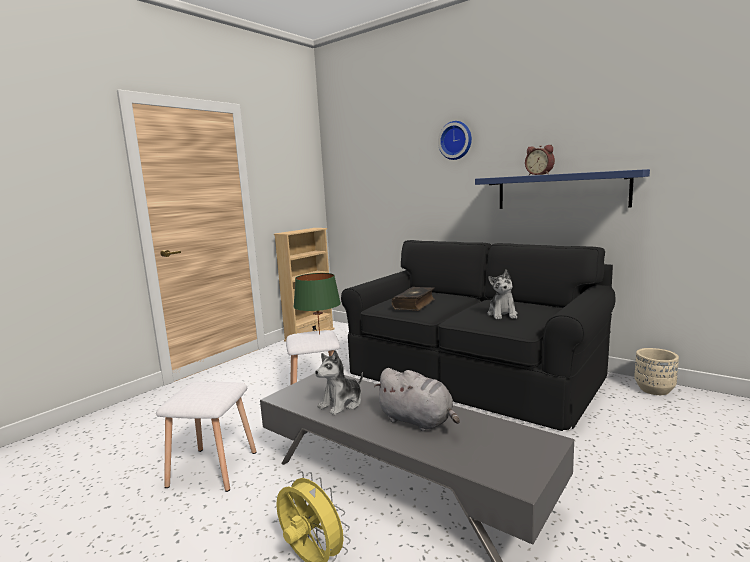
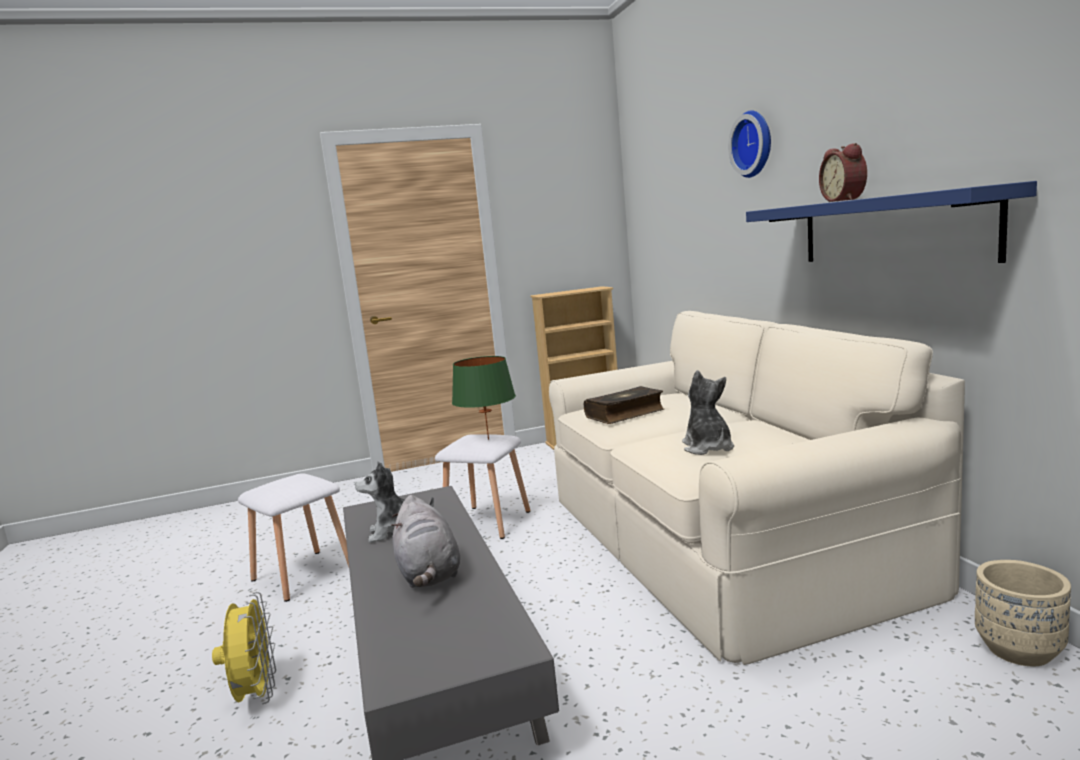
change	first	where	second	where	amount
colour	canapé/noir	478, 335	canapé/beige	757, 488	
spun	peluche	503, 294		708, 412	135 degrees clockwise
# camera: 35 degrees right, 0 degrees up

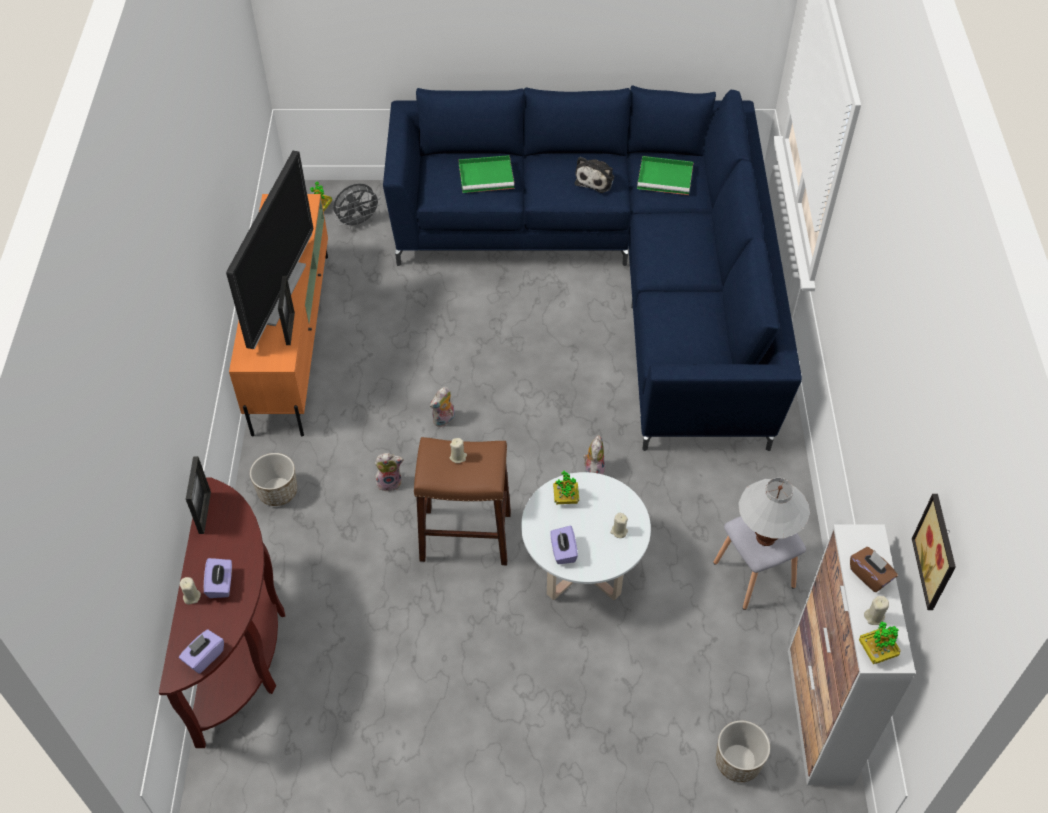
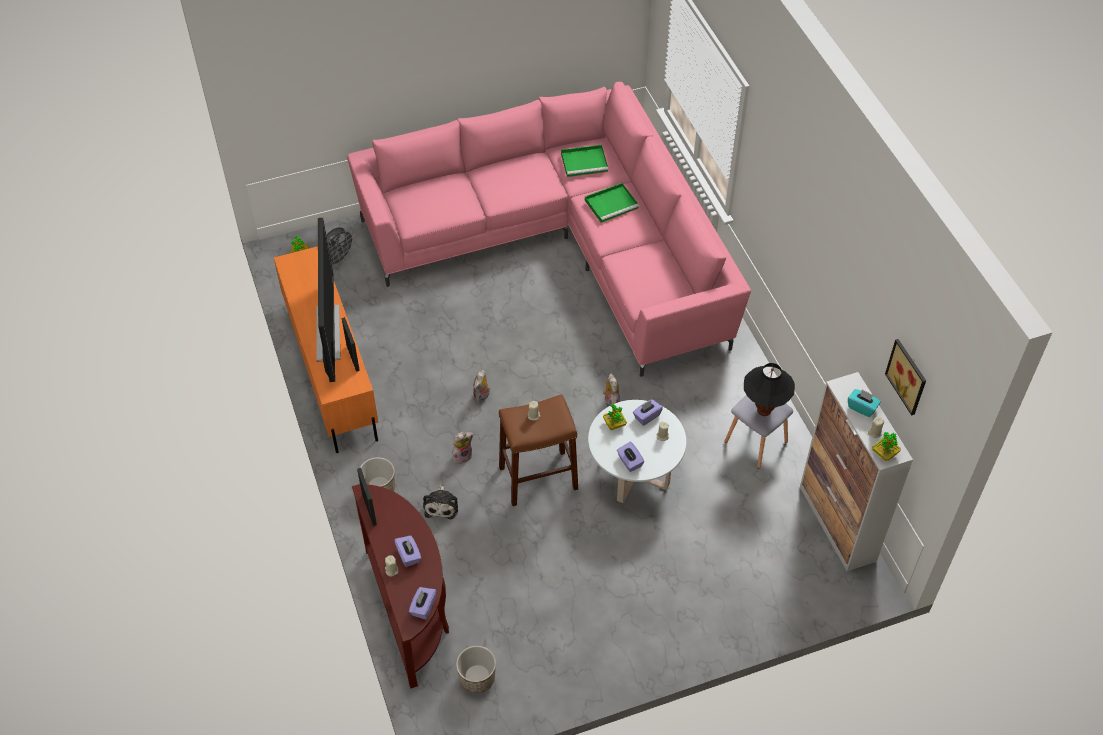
change	first	where	second	where	amount
colour	canapé/bleu	592, 268	canapé/rose	549, 229	
relocated	peluche	594, 175		440, 501	
relocated	cache-pot	743, 751		476, 669	
relocated	plateau/vert	486, 174		612, 203	
appeared			boîte à mouchoirs/violet	648, 412	
colour	lampe de table/blanc	774, 512	lampe de table/noir	769, 389	
colour	boîte à mouchoirs/marron	874, 569	boîte à mouchoirs/turquoise	864, 403	
# camera: 20 degrees left, 0 degrees up

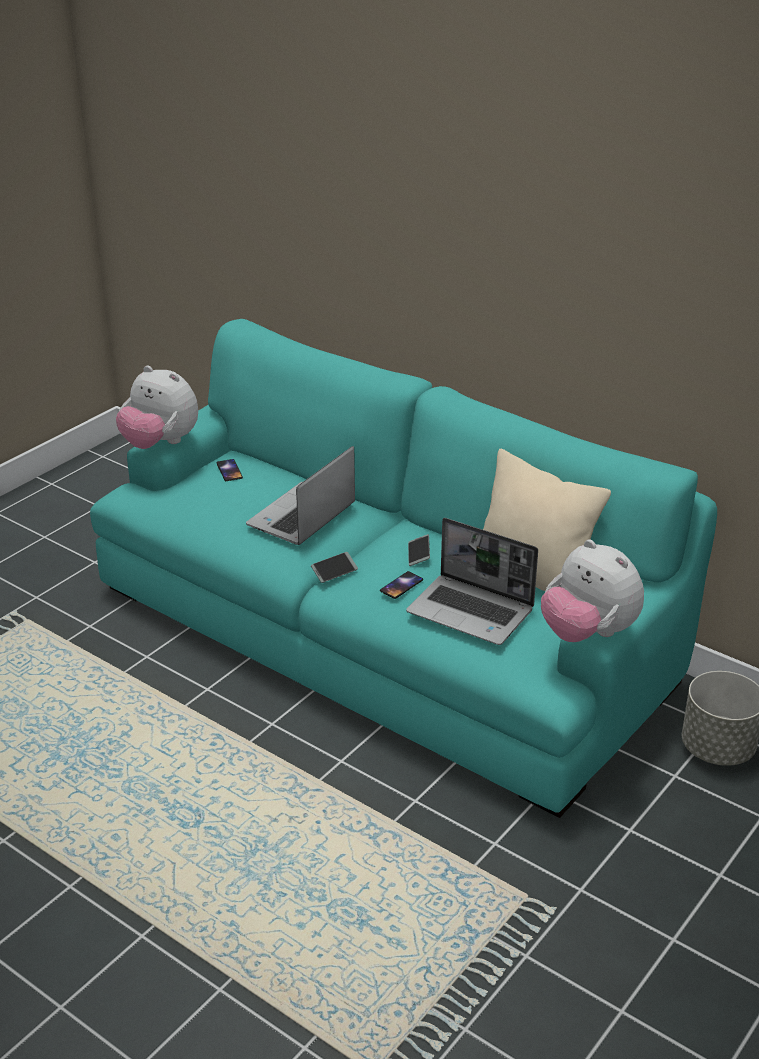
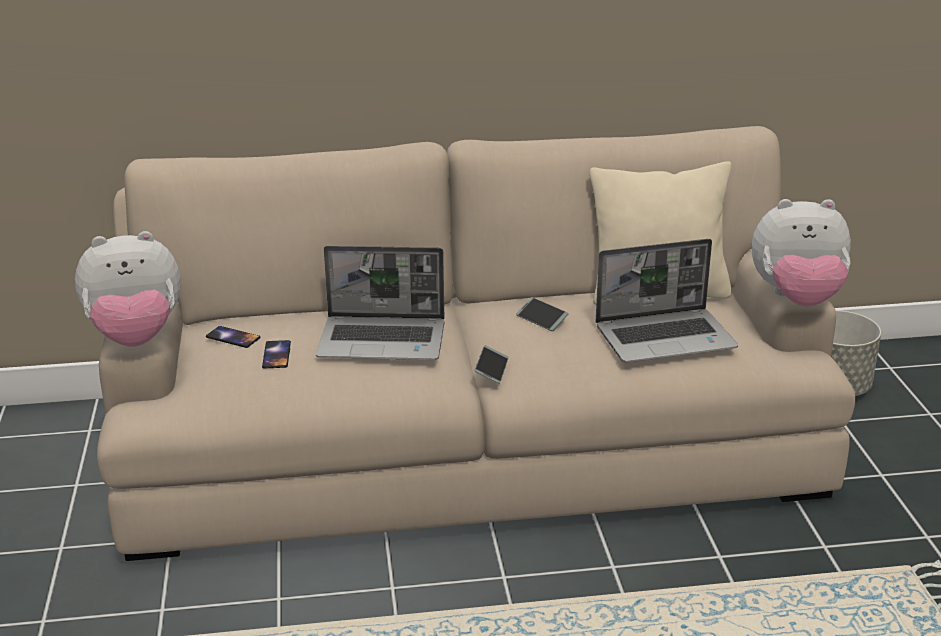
change	first	where	second	where	amount
colour	canapé/turquoise	403, 568	canapé/beige	476, 343	
relocated	téléphone	401, 585		276, 354	
spun	ordinateur portable	300, 495		380, 303	75 degrees counterclockwise
# camera: 45 degrees left, 5 degrees down

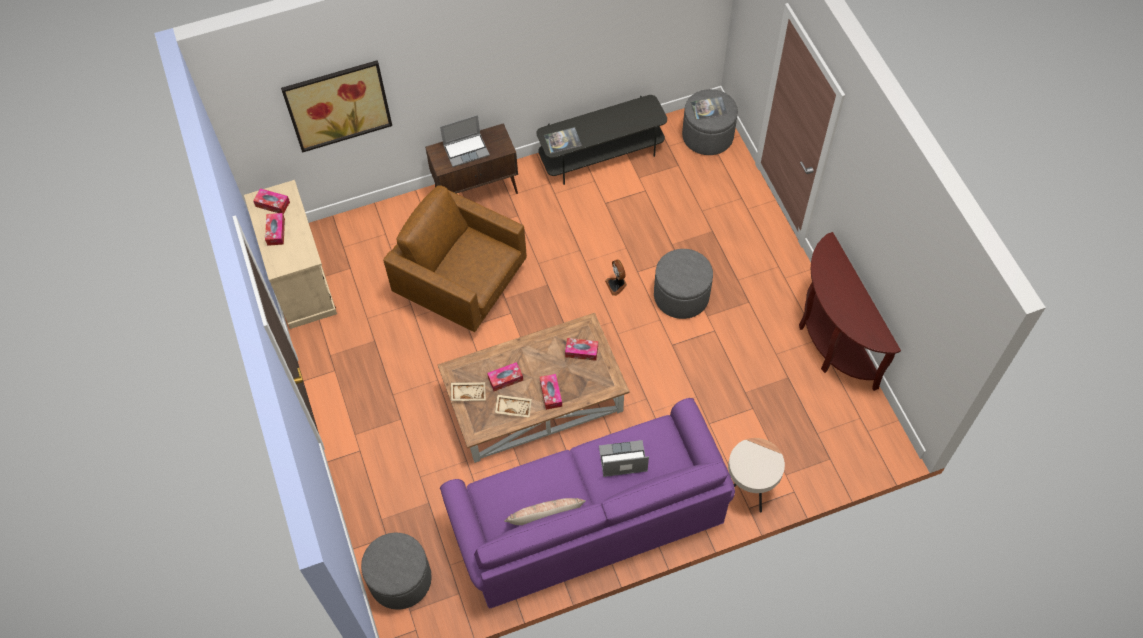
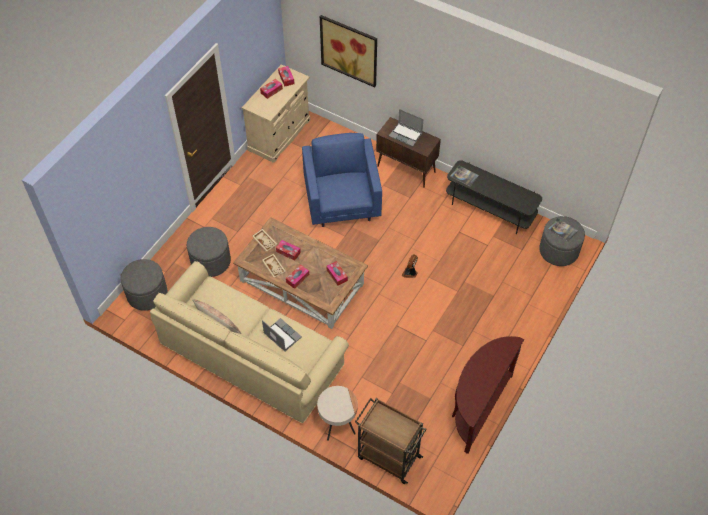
change	first	where	second	where	amount
colour	canapé/violet	587, 503	canapé/beige	249, 342	
relocated	pouf/gris	683, 284		209, 252	
colour	fauteuil/marron	455, 259	fauteuil/bleu	342, 180	
appeared			chariot/marron	391, 441	
# camera: 50 degrees right, 5 degrees down

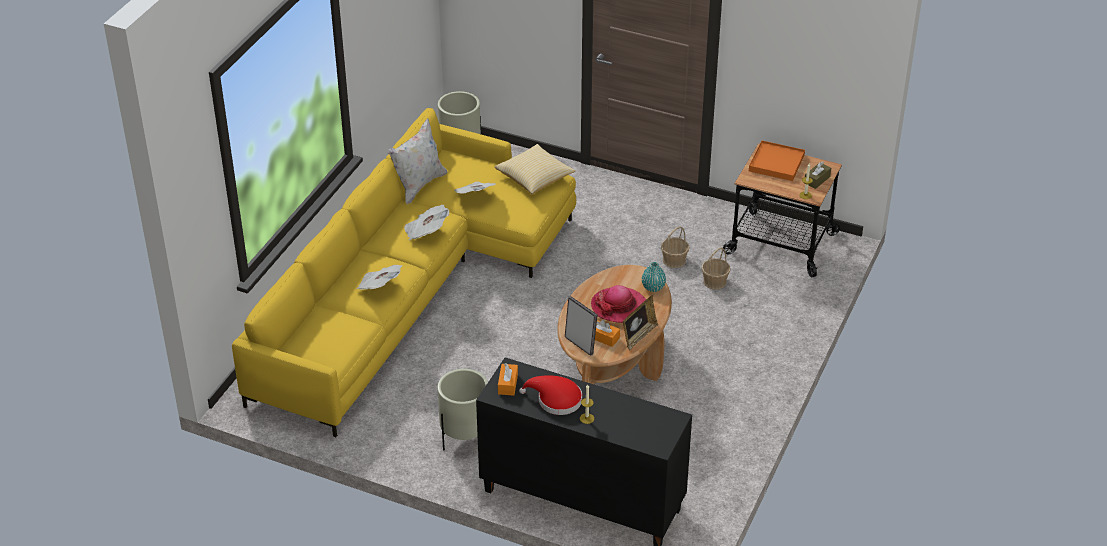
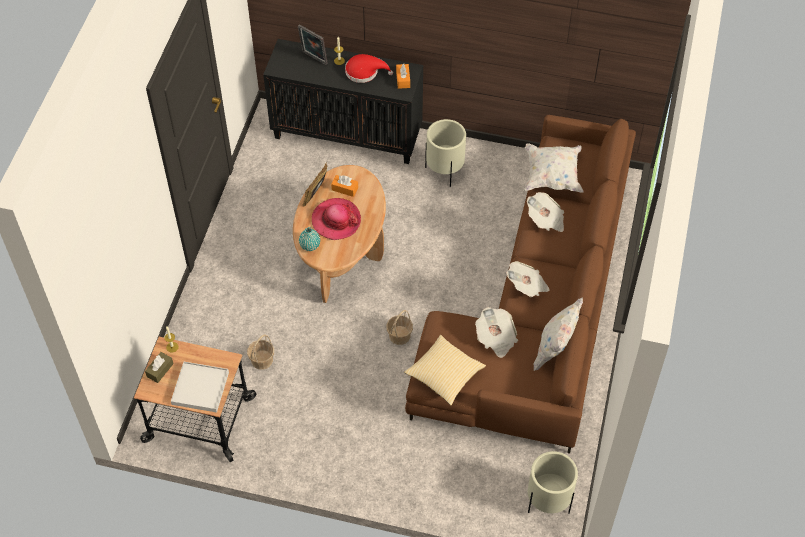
change	first	where	second	where	amount
colour	plateau/orange	777, 160	plateau/blanc	200, 387	
relocated	cadre photo	581, 326		313, 44	
relocated	panier	675, 247		399, 327	
colour	canapé/jaune	404, 272	canapé/marron	520, 284	
appeared			coussin/blanc	553, 168	
# camera: 170 degrees right, 15 degrees up

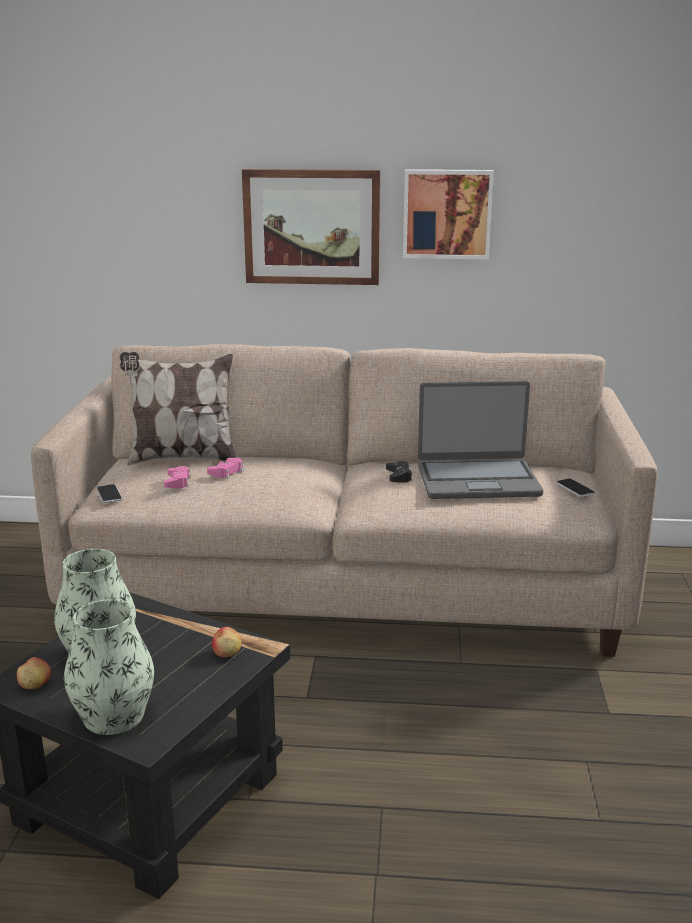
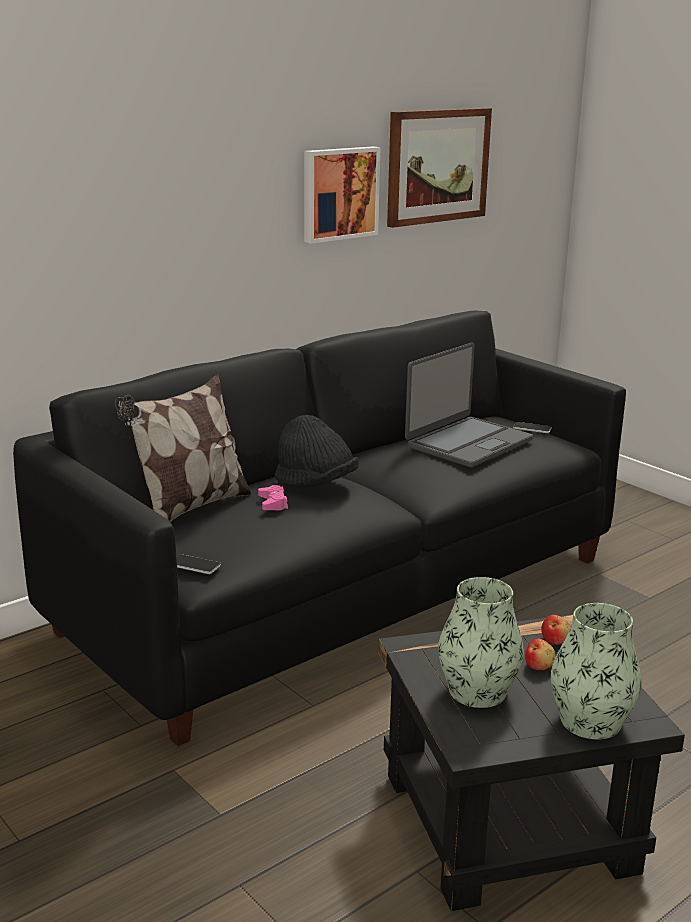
change	first	where	second	where	amount
colour	canapé/beige	344, 500	canapé/noir	319, 528	
appeared			chapeau/noir	317, 451	
relocated	tableau	311, 227		439, 168	
relocated	pomme	34, 673		540, 654	
missing	manette/rose	177, 477			
missing	manette/noir	399, 472			
# camera: 45 degrees left, 0 degrees up

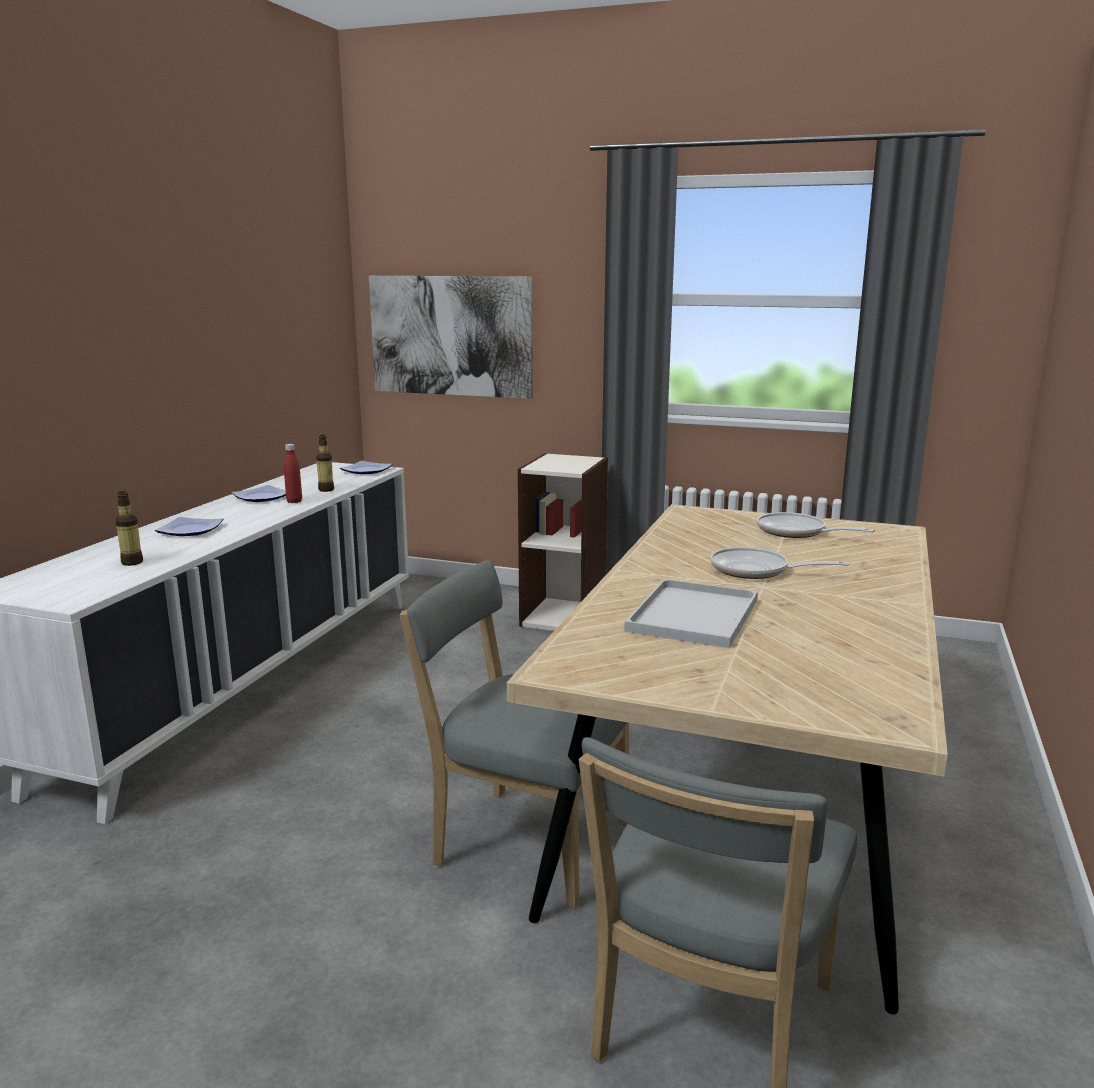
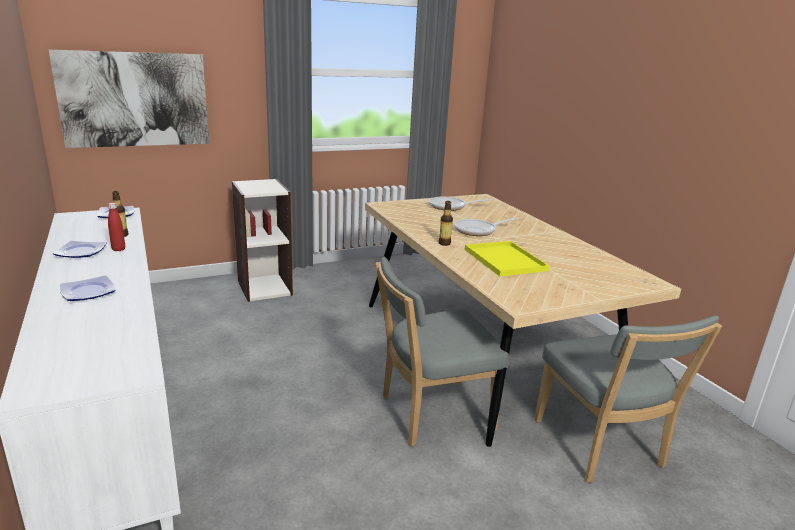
change	first	where	second	where	amount
relocated	bouteille	129, 528		446, 223	
colour	plateau/blanc	691, 613	plateau/jaune	507, 259	
# camera: 45 degrees left, 5 degrees up

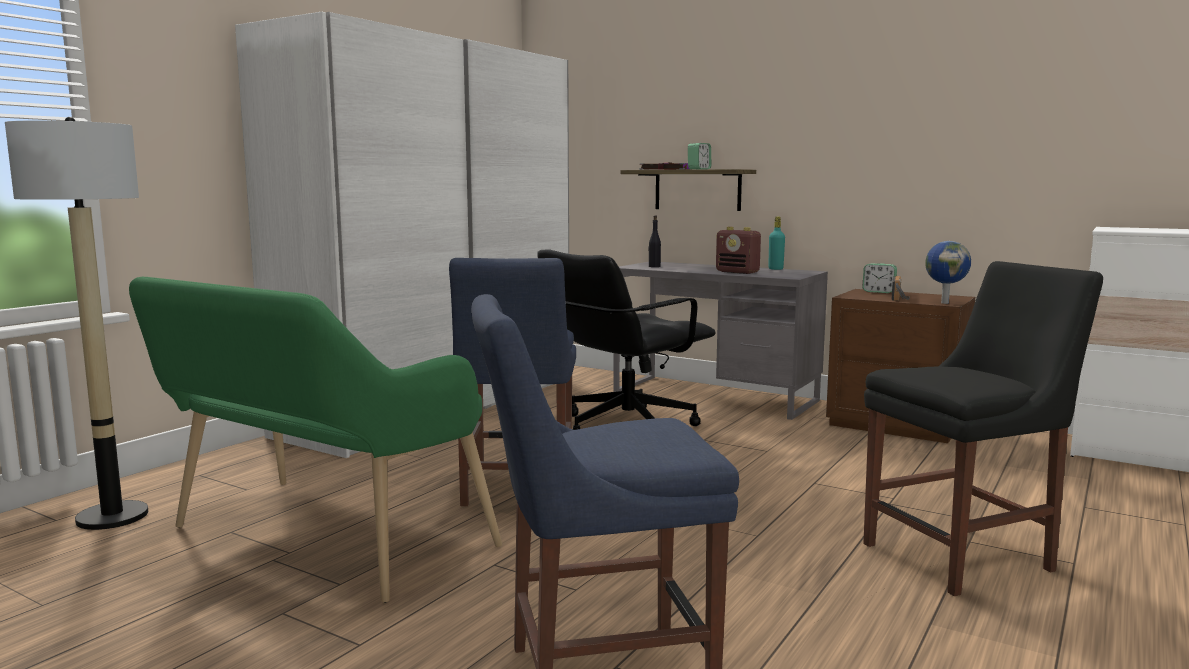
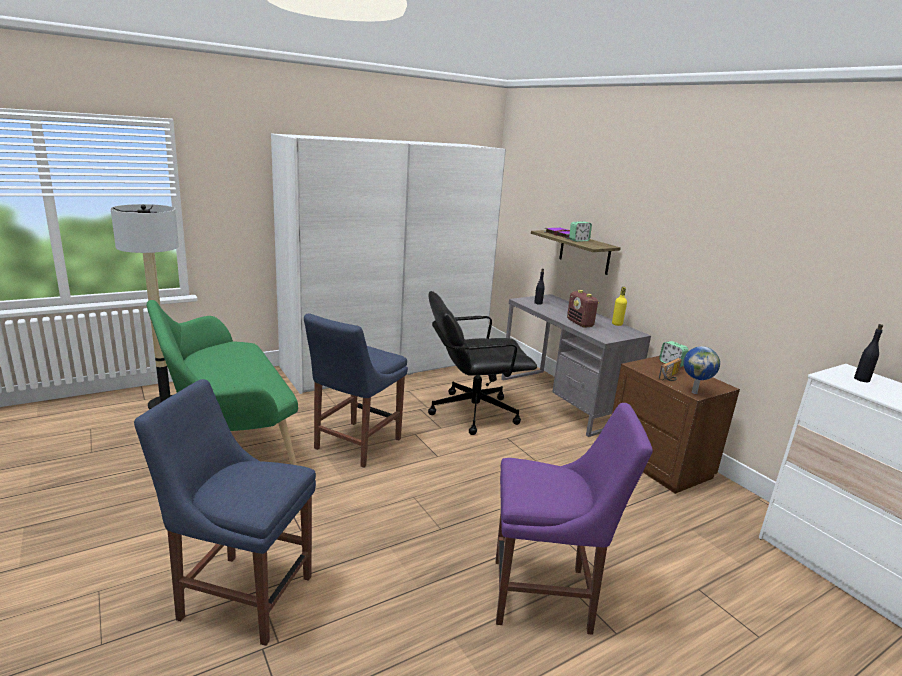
change	first	where	second	where	amount
colour	chaise/noir	983, 428	chaise/violet	574, 519	
colour	bouteille/turquoise	776, 243	bouteille/jaune	619, 306	
appeared			bouteille/noir	868, 353	
# camera: 25 degrees right, 10 degrees up

